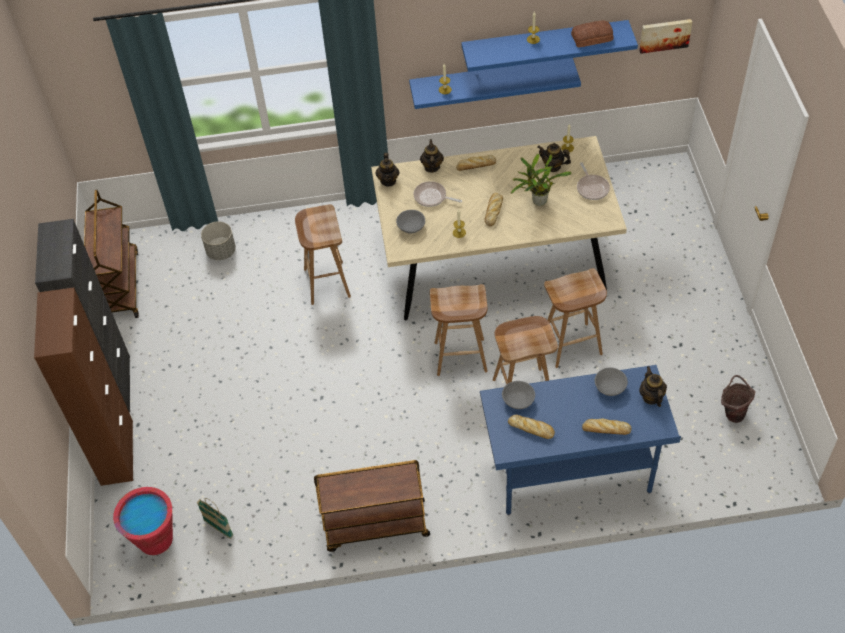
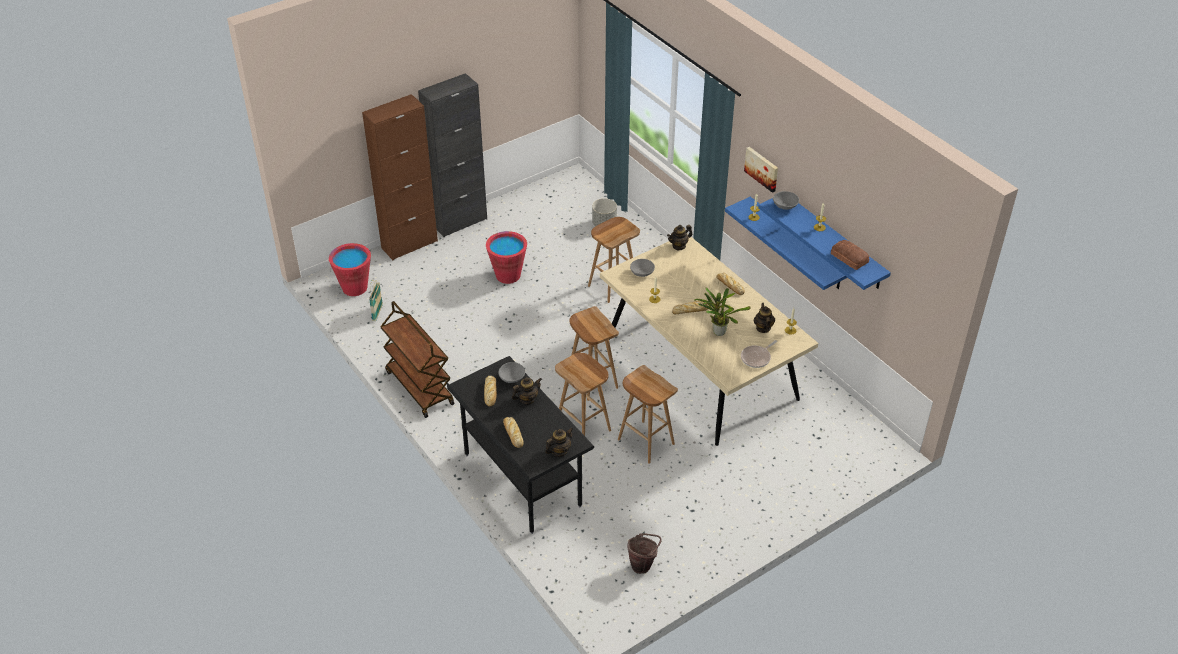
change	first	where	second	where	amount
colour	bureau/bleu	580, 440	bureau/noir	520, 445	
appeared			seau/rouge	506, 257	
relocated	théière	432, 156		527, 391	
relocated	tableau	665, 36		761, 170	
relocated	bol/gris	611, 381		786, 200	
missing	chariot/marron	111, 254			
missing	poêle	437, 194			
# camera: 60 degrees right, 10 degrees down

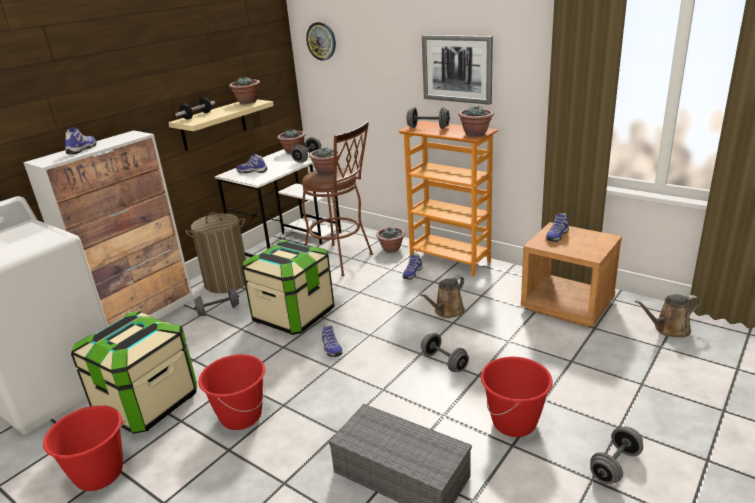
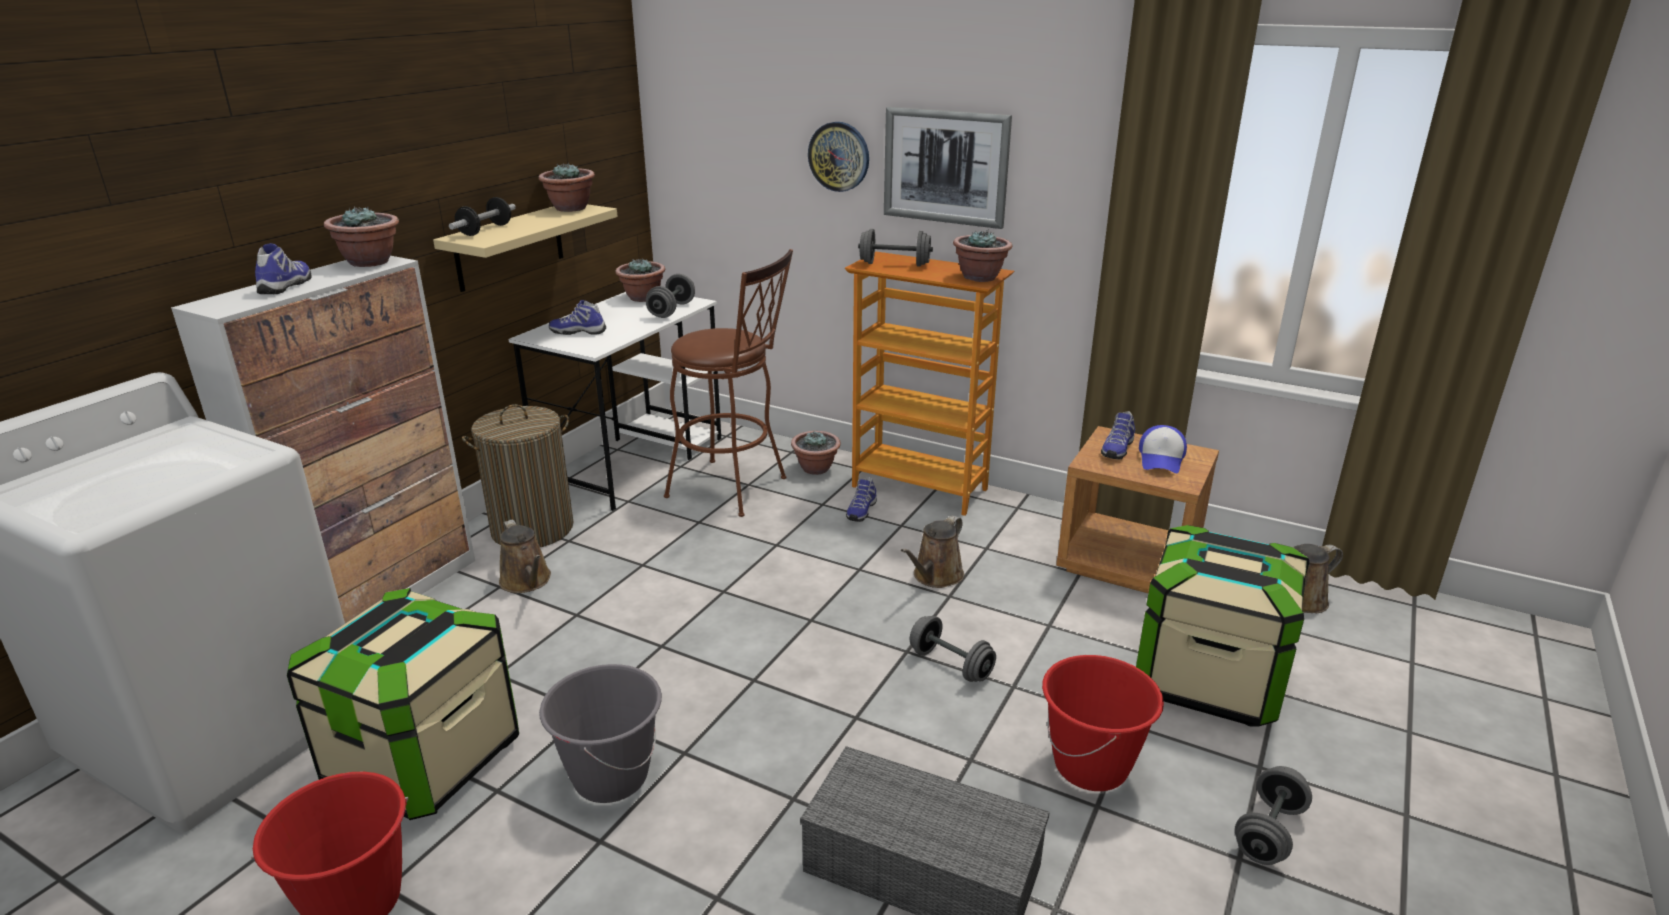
change	first	where	second	where	amount
relocated	plante en pot	324, 161		361, 236	
exchanged	haltère/gris	216, 302	arrosoir/marron	525, 556	
colour	seau/rouge	231, 392	seau/gris	600, 733	
relocated	horloge murale	321, 41		838, 157	
relocated	boîte de rangement	288, 287		1222, 626	
appeared			casquette	1163, 449	
missing	chaussure	332, 340			
# camera: 10 degrees left, 0 degrees up

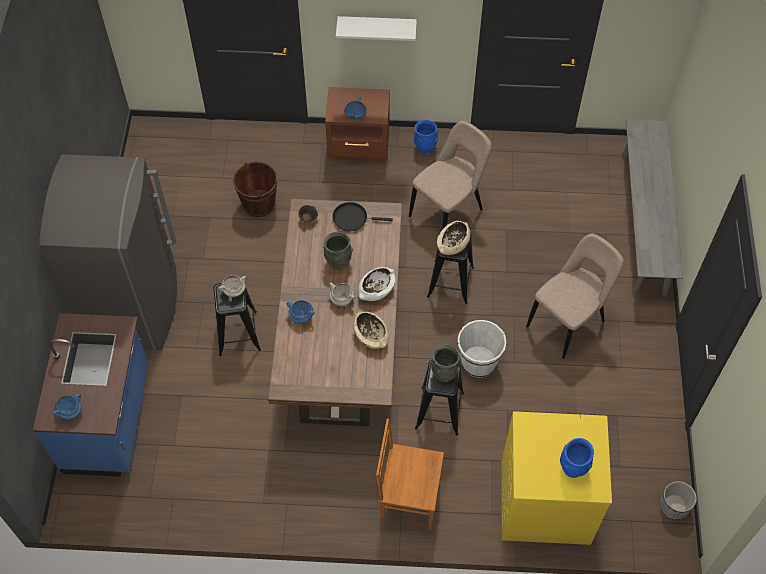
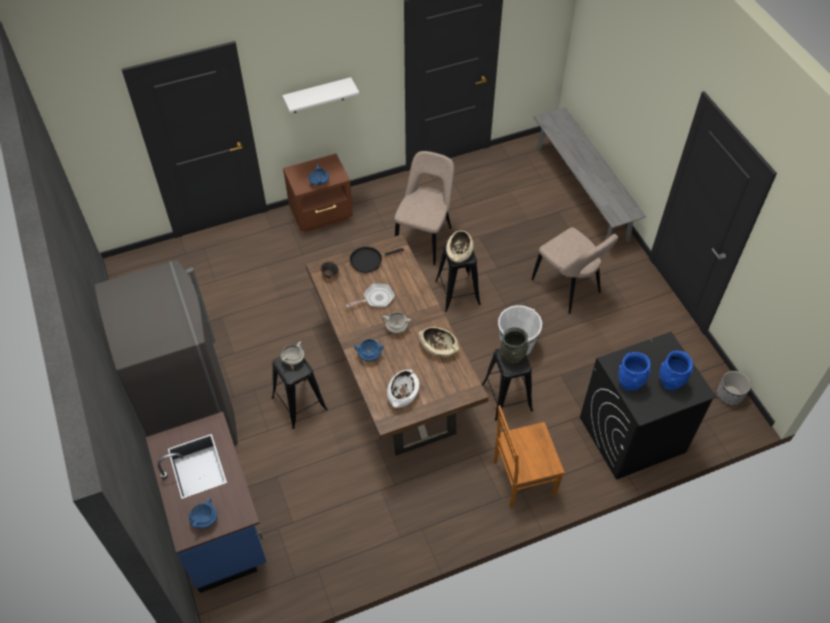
change	first	where	second	where	amount
exchanged	vase/gris	338, 250	poêle	370, 295	
relocated	bol/blanc	376, 284		403, 389	
spun	chaise/beige	575, 296		575, 270	120 degrees clockwise
colour	lave-linge/jaune	556, 478	lave-linge/noir	648, 406	
relocated	vase/bleu	426, 137		634, 371	
missing	seau/marron	255, 189			
# camera: 25 degrees left, 5 degrees down

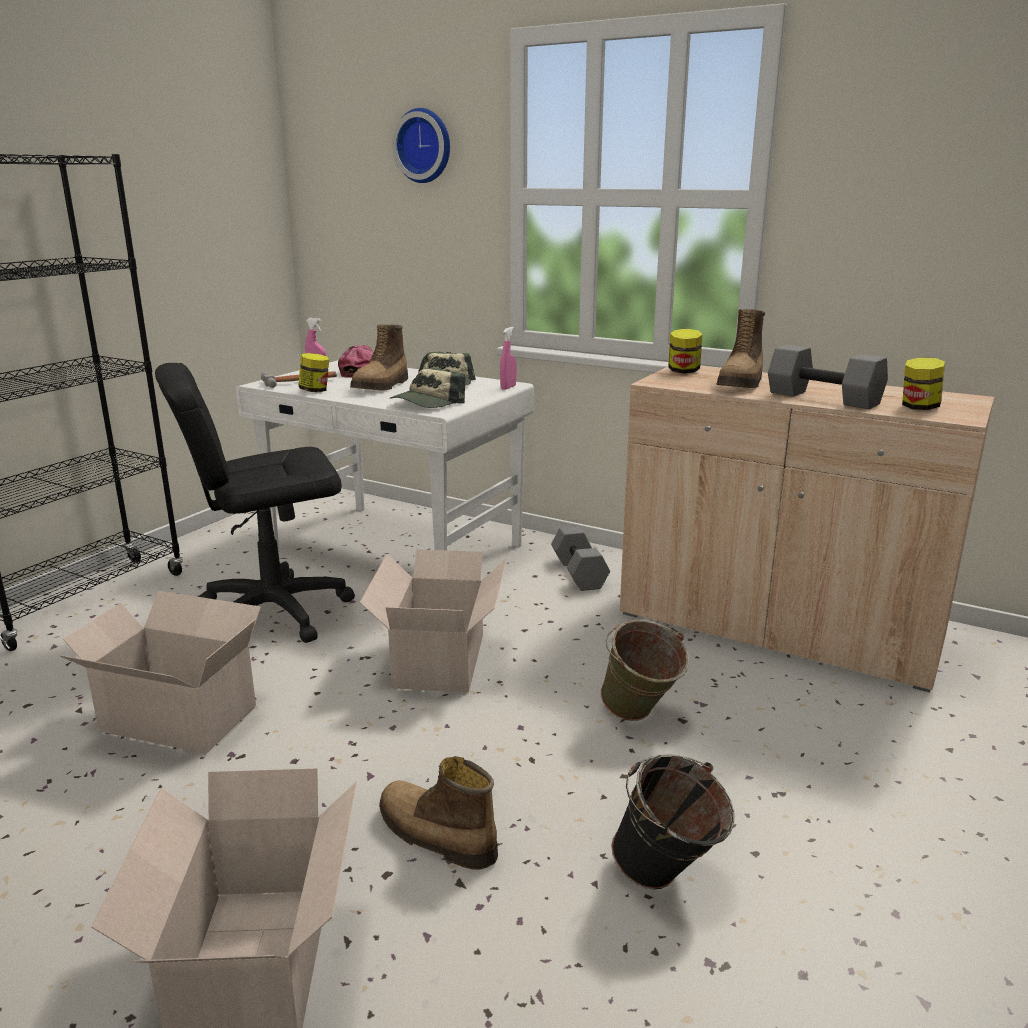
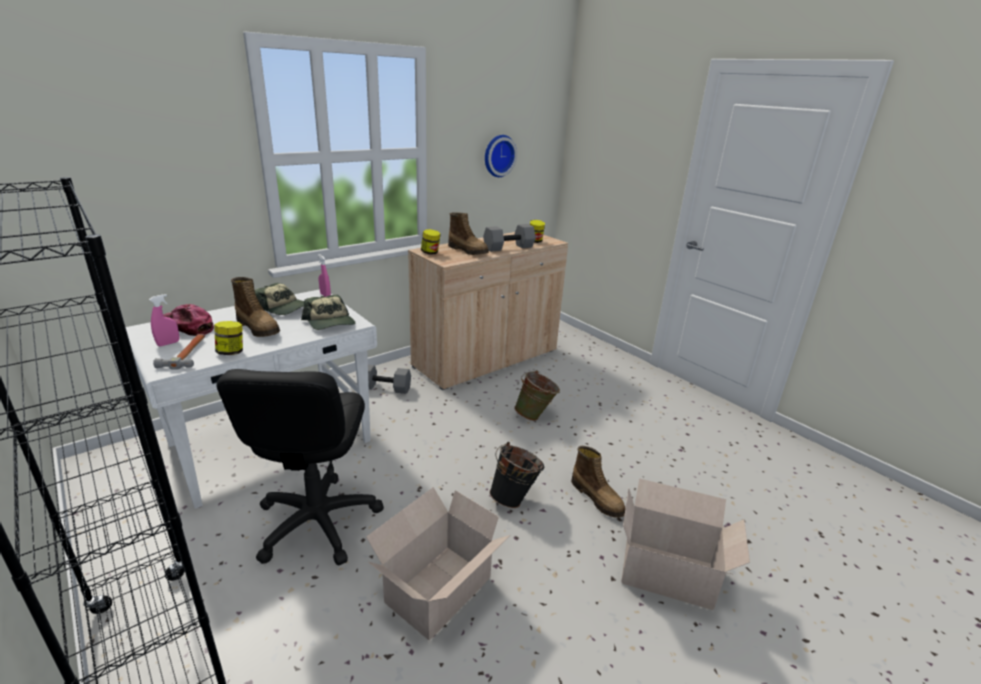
change	first	where	second	where	amount
relocated	horloge murale	421, 145		501, 156	
relocated	seau/noir	672, 822		516, 475	
spun	botte	438, 813		598, 482	90 degrees counterclockwise
missing	carton	433, 620			
# camera: 70 degrees left, 5 degrees up

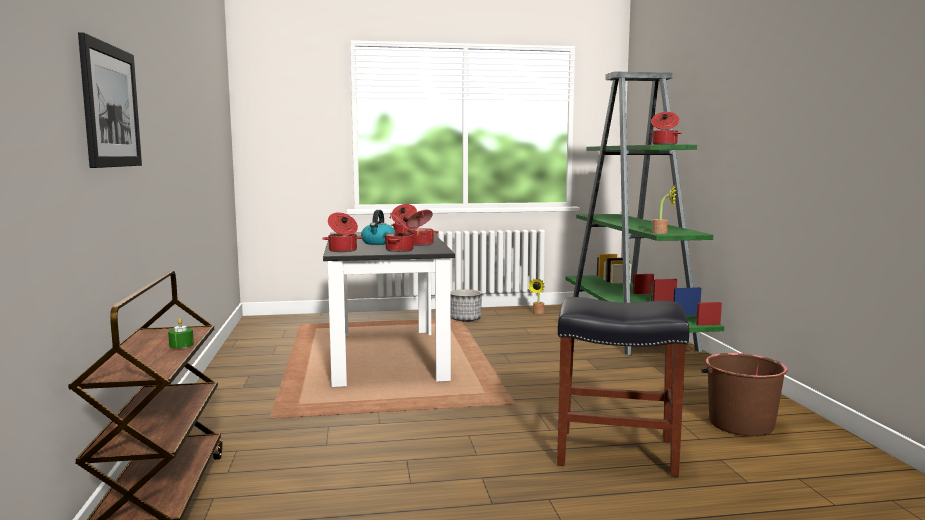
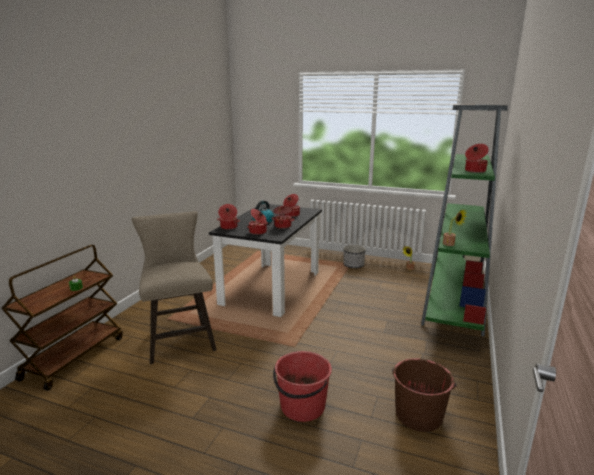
change	first	where	second	where	amount
appeared			tabouret/beige	174, 287	
exchanged	tabouret/noir	623, 387	seau/rouge	302, 386	
missing	tableau	110, 100			
# camera: 30 degrees right, 10 degrees up

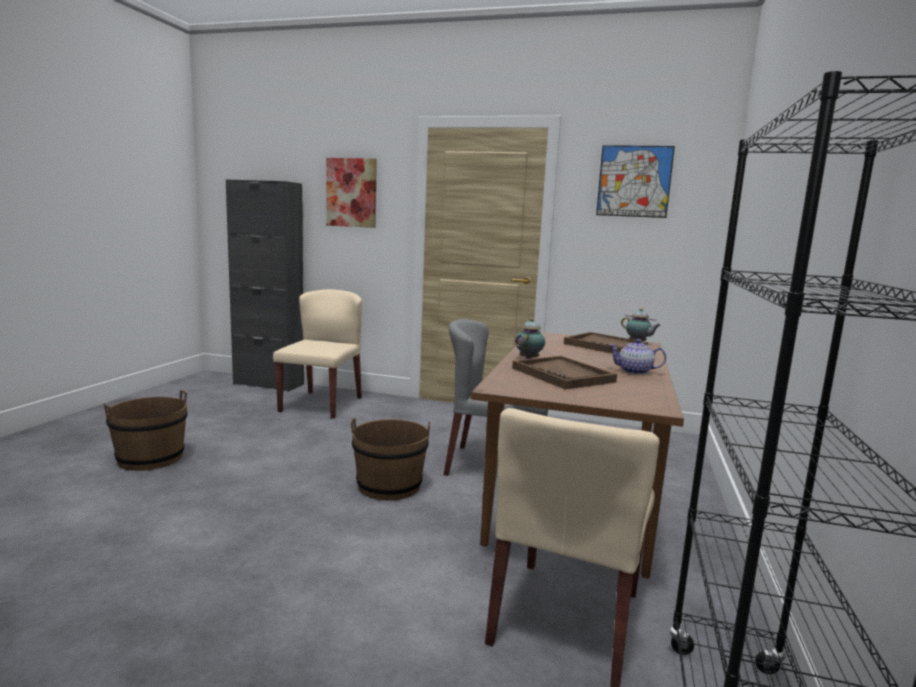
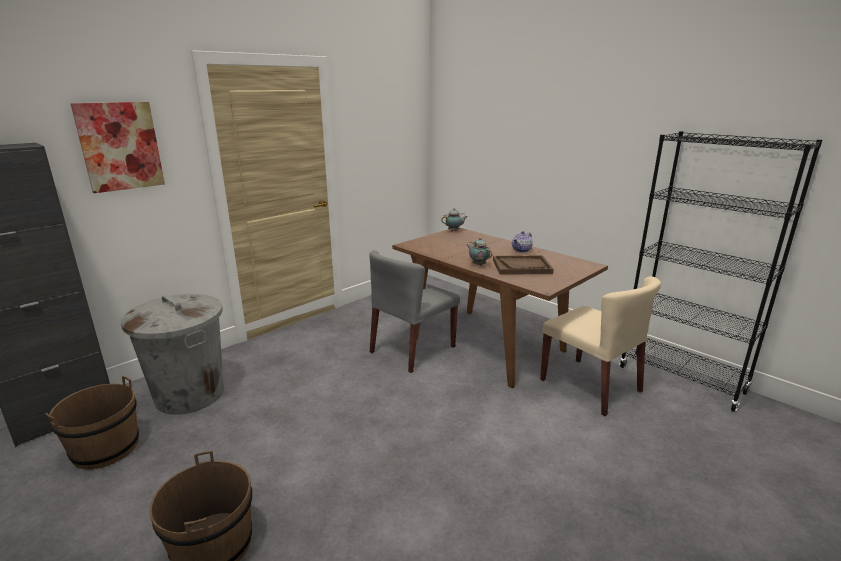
change	first	where	second	where	amount
relocated	seau/marron	391, 459		92, 422	
exchanged	chaise/beige	317, 354	poubelle/gris	172, 354	
missing	plateau/marron	606, 343			
missing	tableau	635, 181			
# camera: 60 degrees left, 10 degrees up

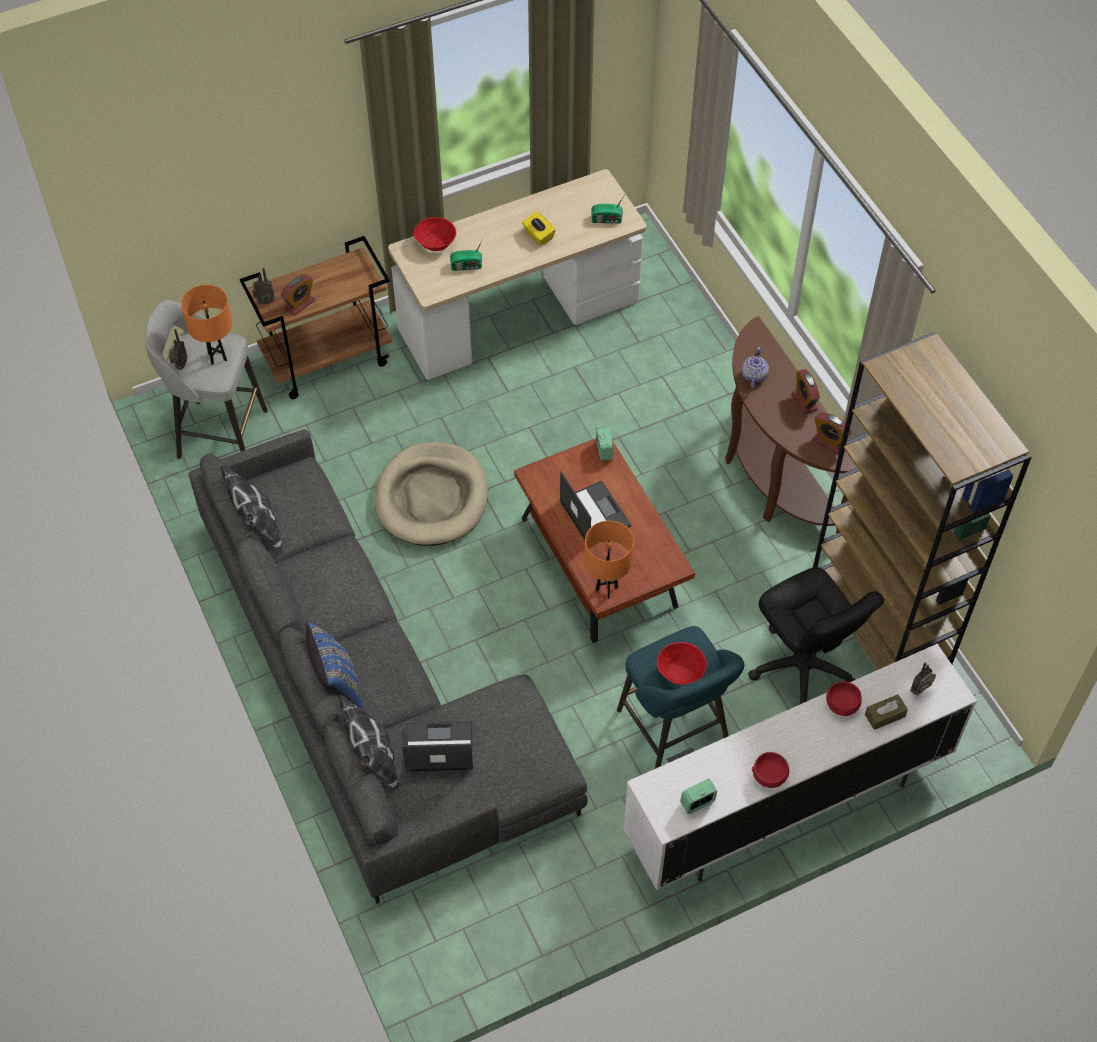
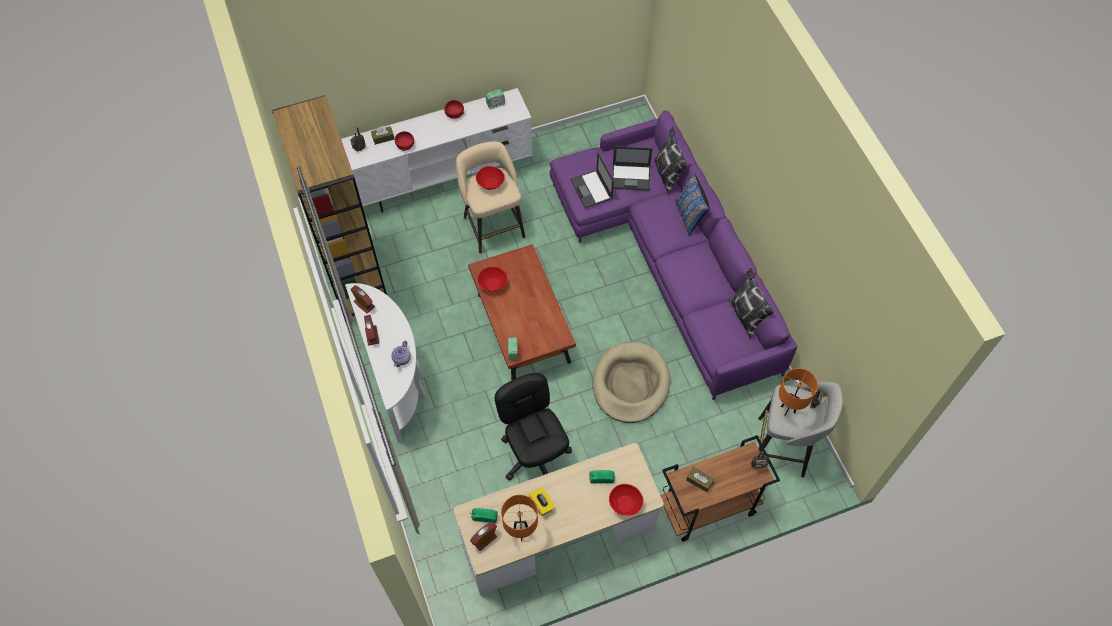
change	first	where	second	where	amount
colour	table console/marron	791, 425	table console/blanc	385, 363	
colour	tabouret/turquoise	680, 697	tabouret/beige	490, 197	
relocated	réveil	297, 294		483, 536	
appeared			bol/rouge	492, 279	
relocated	chaise de bureau/noir	816, 635		533, 426	
relocated	lampe de table/orange	609, 560		519, 518	
colour	canapé/gris	388, 666	canapé/violet	673, 255	
relocated	ordinateur portable	595, 505		592, 180	
appeared			boîte à mouchoirs/marron	700, 479	
# camera: 175 degrees left, 5 degrees up

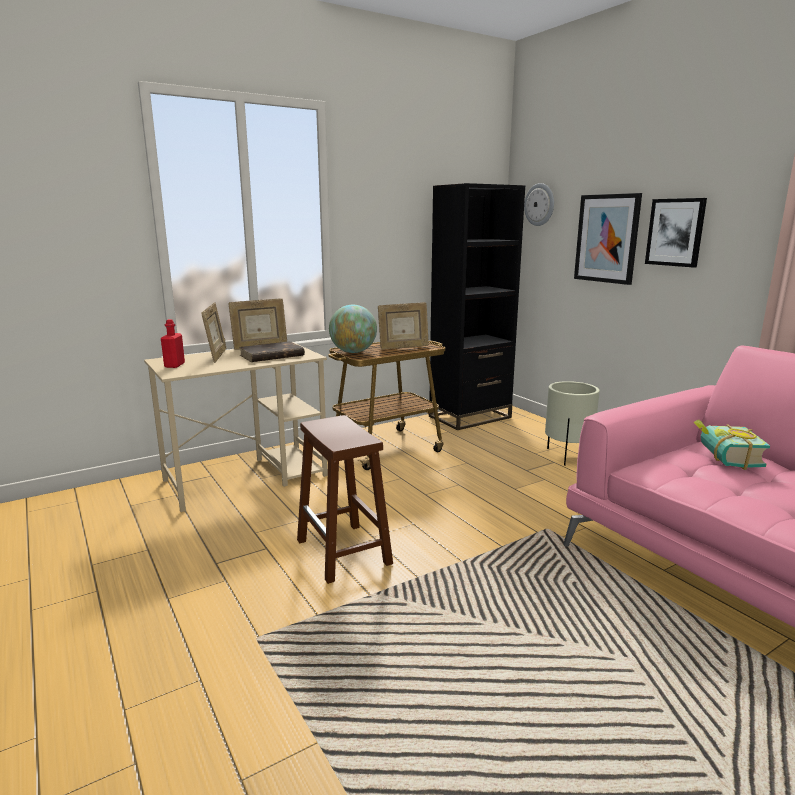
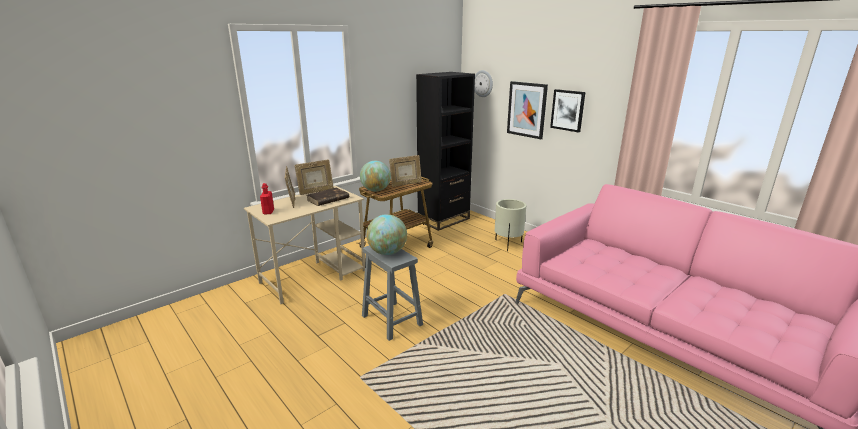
change	first	where	second	where	amount
colour	tabouret/marron	345, 499	tabouret/gris	392, 293	
appeared			globe	386, 234	
missing	livre	732, 445			
# camera: 10 degrees left, 5 degrees up

